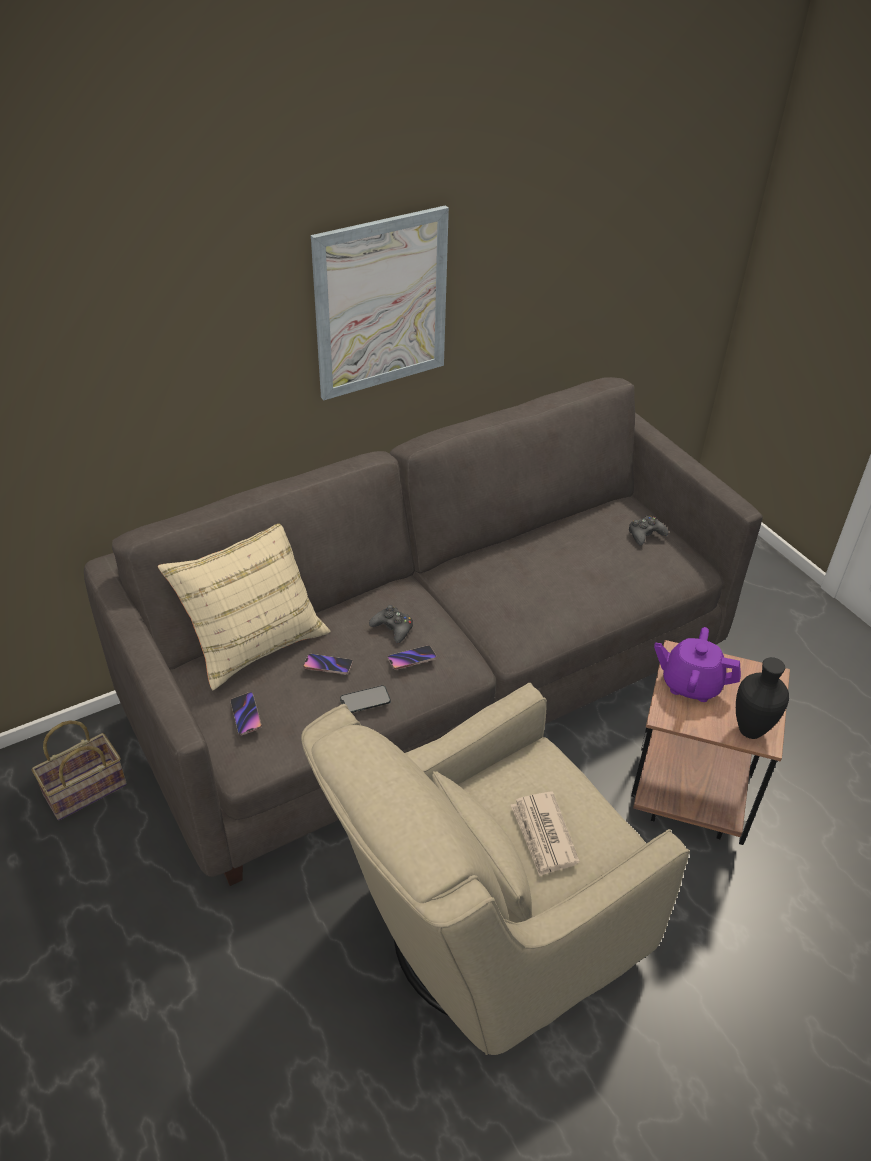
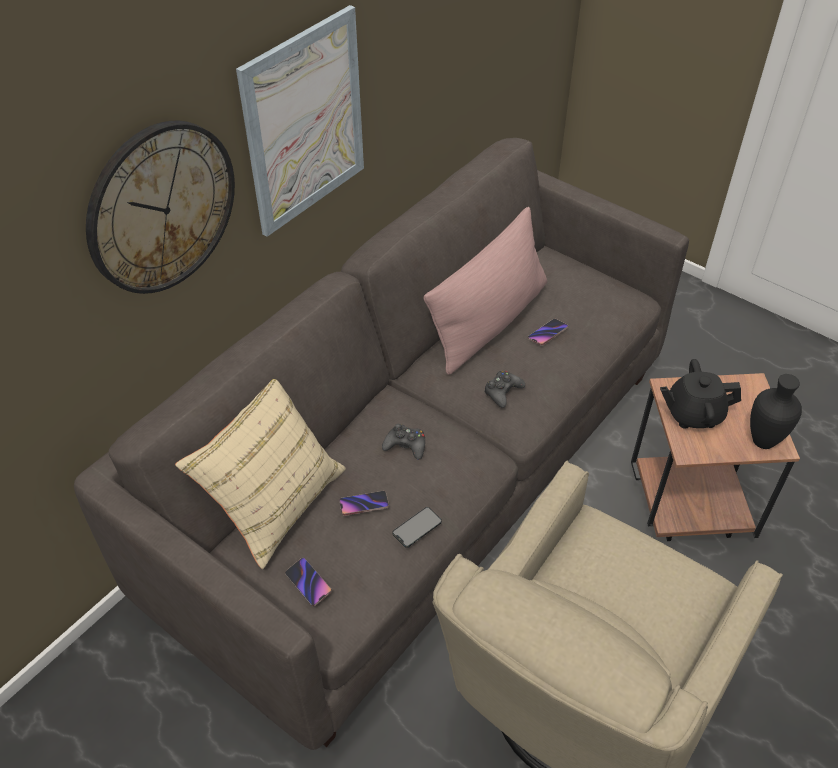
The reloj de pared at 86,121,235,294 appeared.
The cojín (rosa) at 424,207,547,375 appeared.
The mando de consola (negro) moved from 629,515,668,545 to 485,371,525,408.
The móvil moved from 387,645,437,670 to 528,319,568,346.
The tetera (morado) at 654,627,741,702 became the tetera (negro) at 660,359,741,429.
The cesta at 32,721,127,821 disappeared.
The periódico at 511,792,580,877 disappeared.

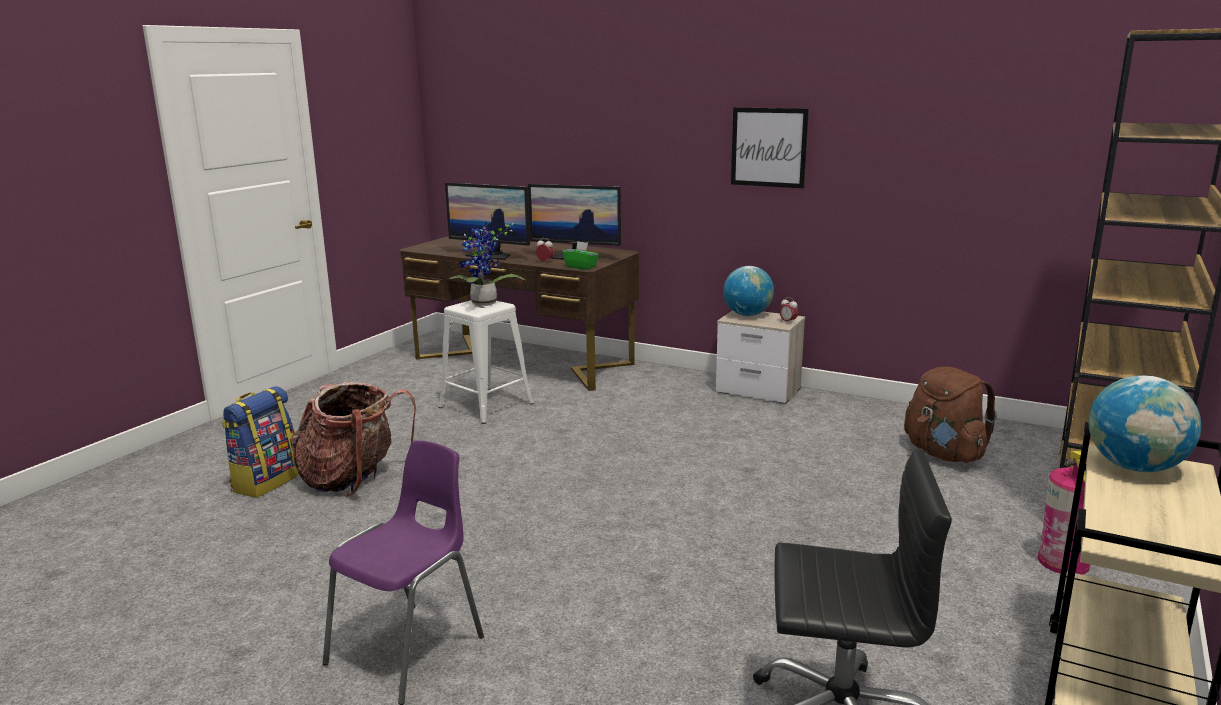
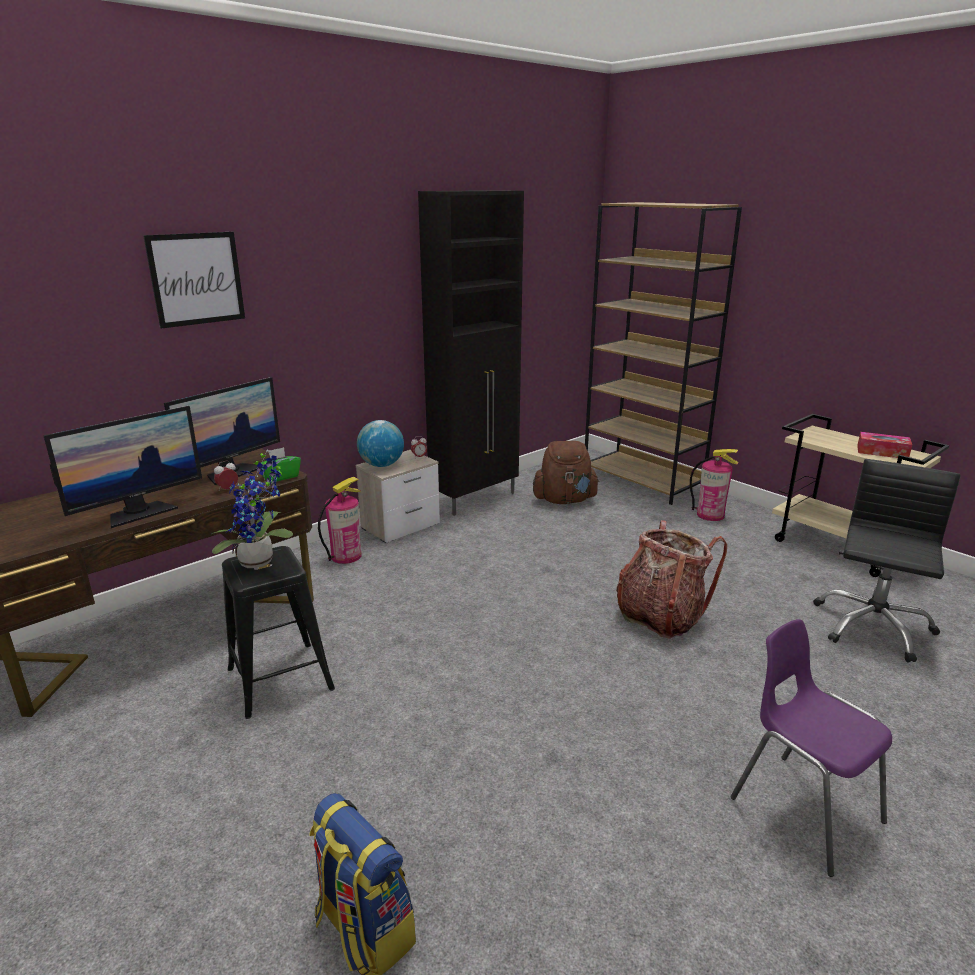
The cuadro moved from 731,107,809,189 to 143,232,245,329.
The taburete (blanco) at 438,300,534,424 became the taburete (negro) at 222,546,335,719.
The extintor at 318,477,362,564 appeared.
The armario (negro) at 418,190,524,516 appeared.
The mochila moved from 290,381,416,497 to 616,520,727,639.
The caja de pañuelos at 857,432,912,458 appeared.
The globo terráqueo at 1088,375,1201,472 disappeared.

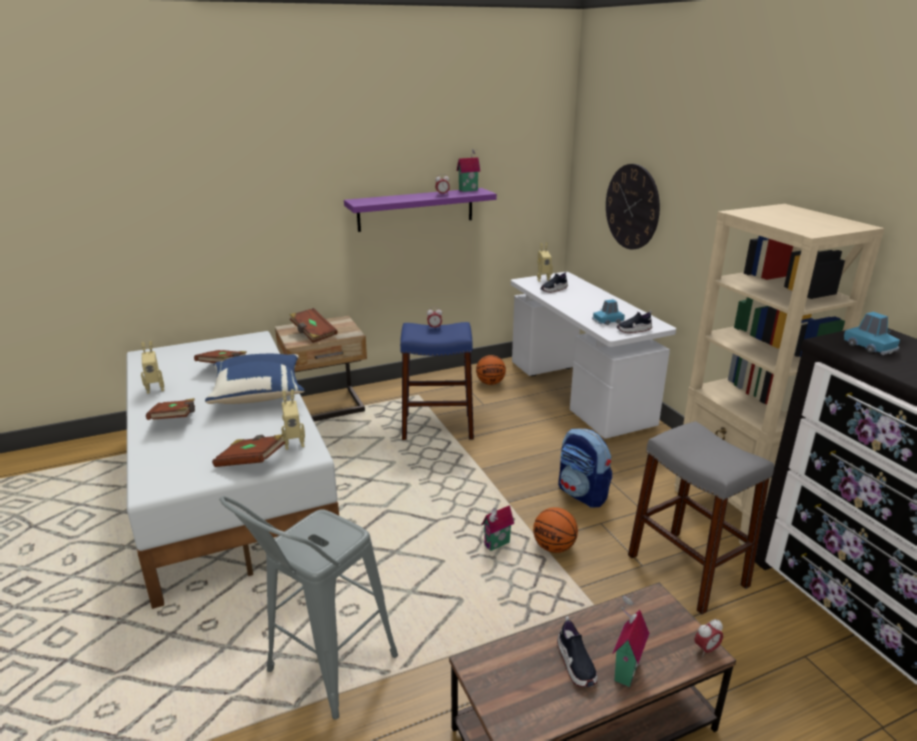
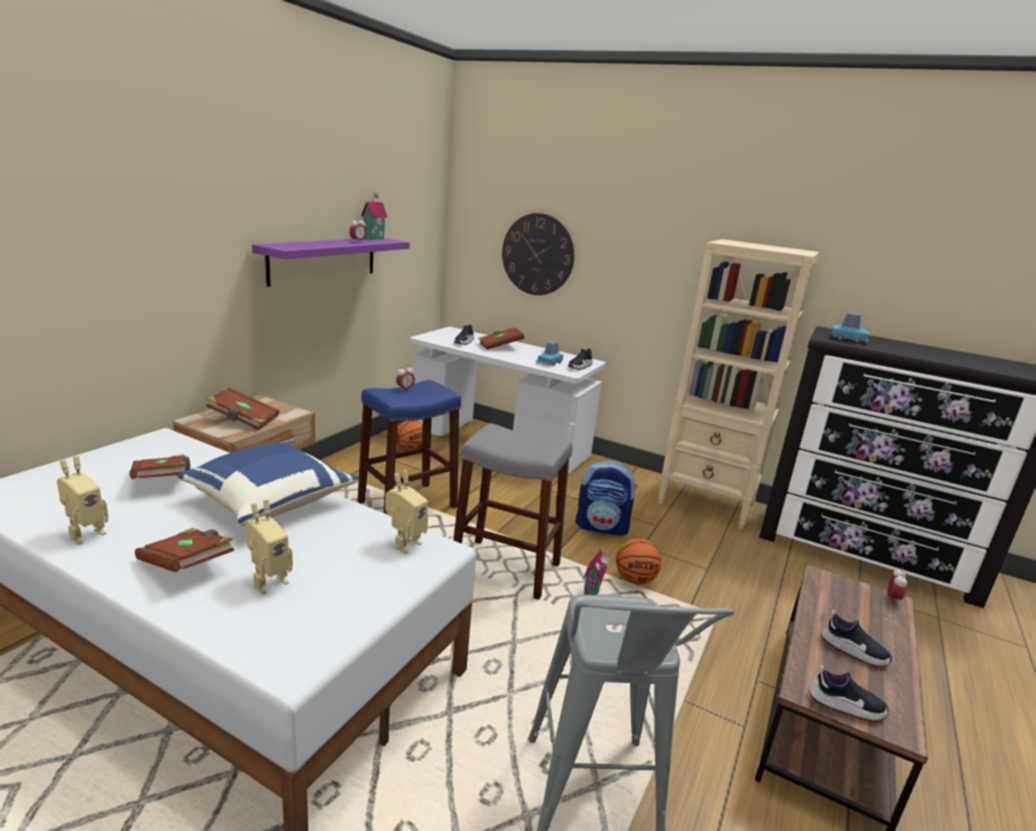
The robot de juguete moved from 537,243,553,282 to 245,499,293,595.
The taburete (gris) moved from 628,421,774,615 to 453,423,573,600.
The libro (marrón) moved from 212,434,285,467 to 478,327,524,350.
The zapato at 808,666,889,722 appeared.
The casita at 612,595,649,687 disappeared.

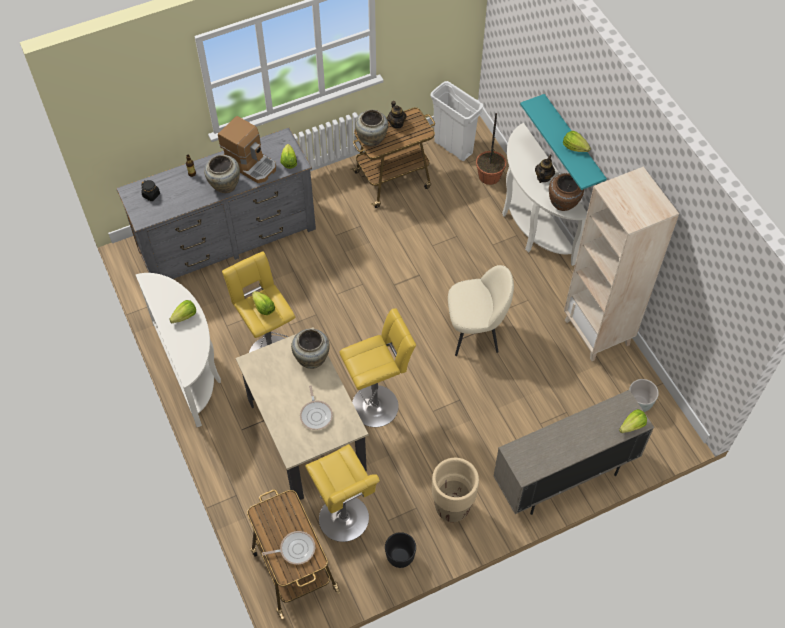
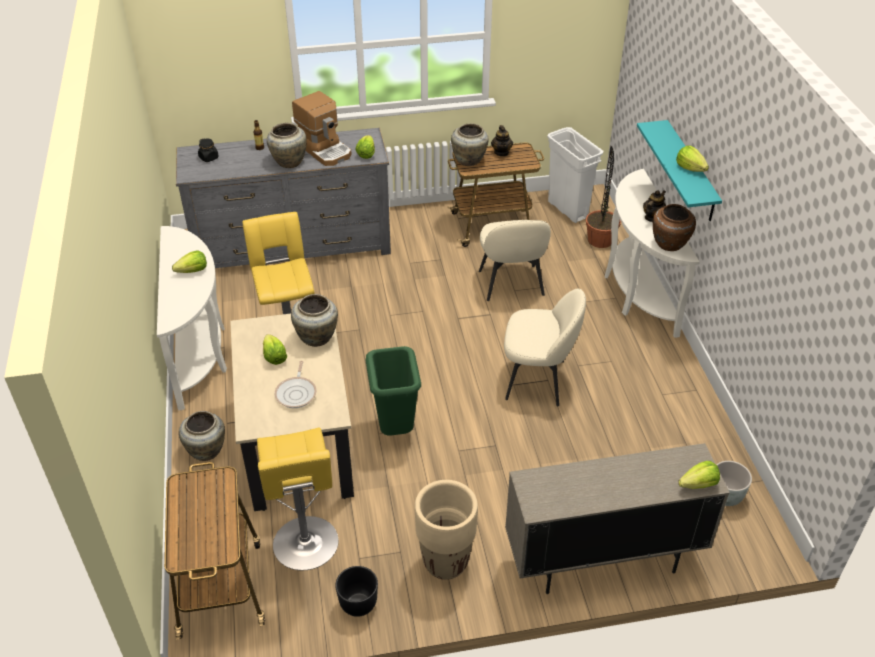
The florero (beis) at 179,411,225,461 appeared.
The lechuga moved from 252,291,275,315 to 263,334,287,365.
The taburete (amarillo) at 339,308,416,427 was replaced by the papelera (verde) at 366,346,421,435.
The silla (beis) at 479,220,551,301 appeared.
The sartén at 262,531,315,565 disappeared.
The estantería (beis) at 564,167,679,361 disappeared.

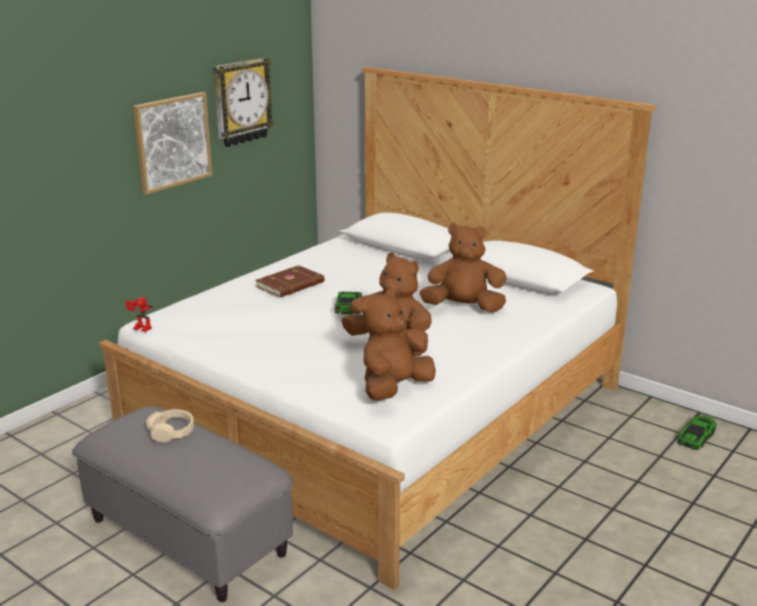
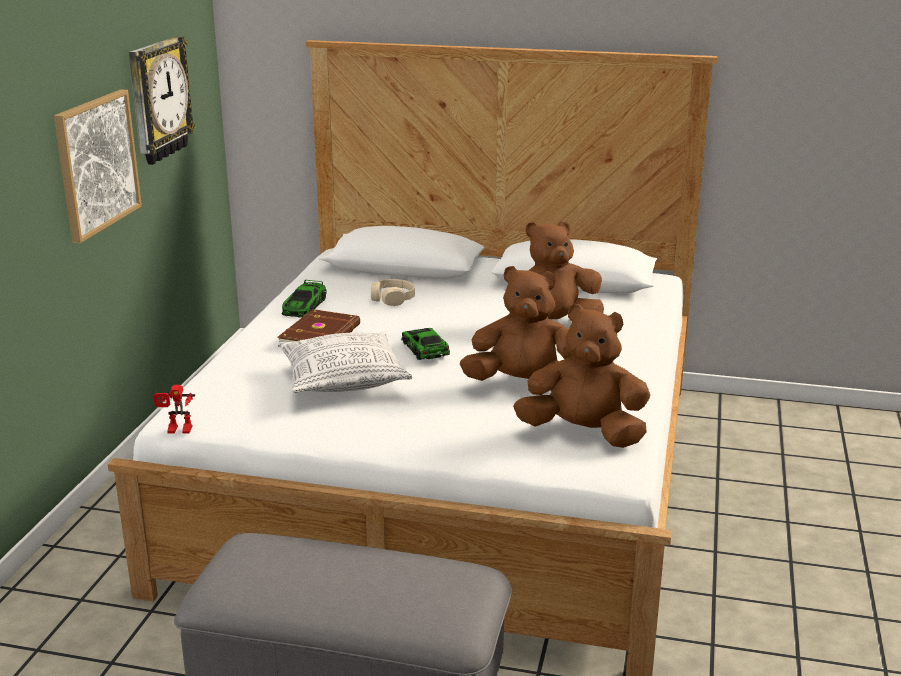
The cojín at 279,332,412,393 appeared.
The coche de juguete moved from 677,414,716,450 to 282,280,326,318.
The auriculares (beis) moved from 146,409,194,442 to 371,279,415,306.
The peluche (marrón) at 361,290,436,401 turned 90 degrees clockwise.

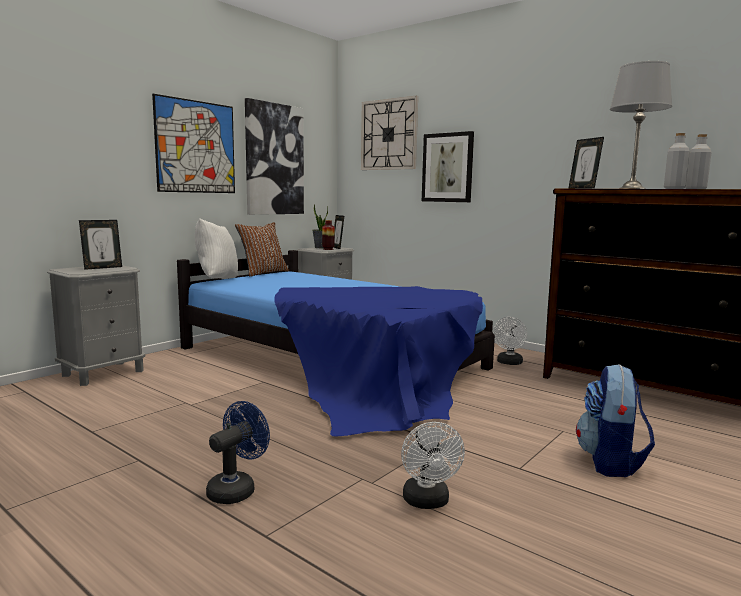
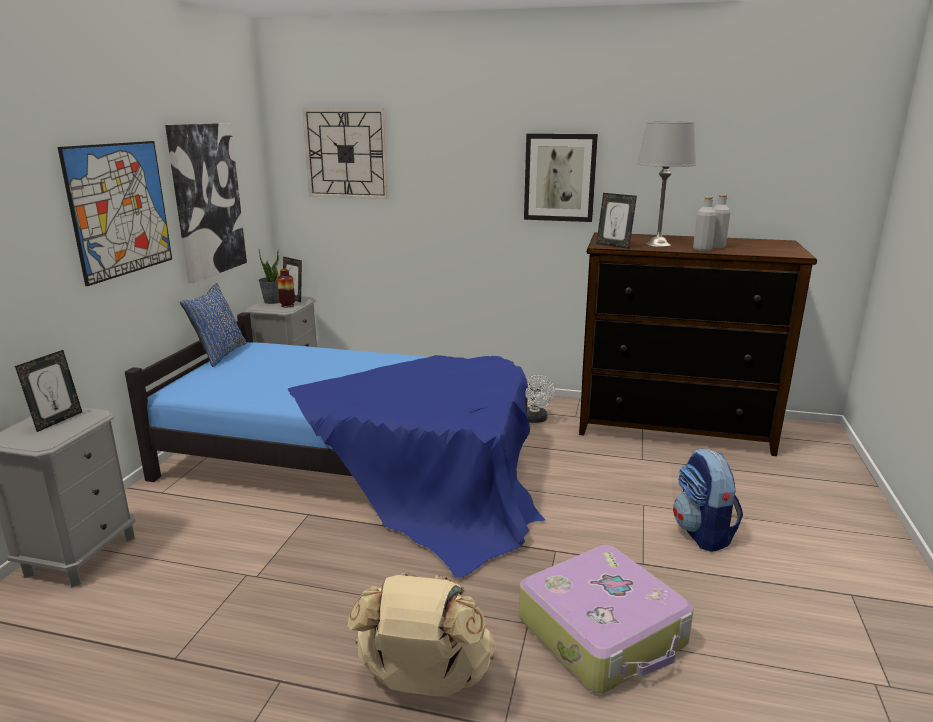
The cojín (marrón) at 235,222,289,277 became the cojín (azul) at 180,283,247,367.
The ventilador (azul) at 206,401,270,504 was replaced by the mochila (beis) at 348,572,496,697.
The ventilador (blanco) at 401,422,465,509 was replaced by the maleta at 519,545,694,693.
The cuadro moved from 422,131,474,202 to 524,133,598,222.
The cojín (blanco) at 195,218,238,279 disappeared.

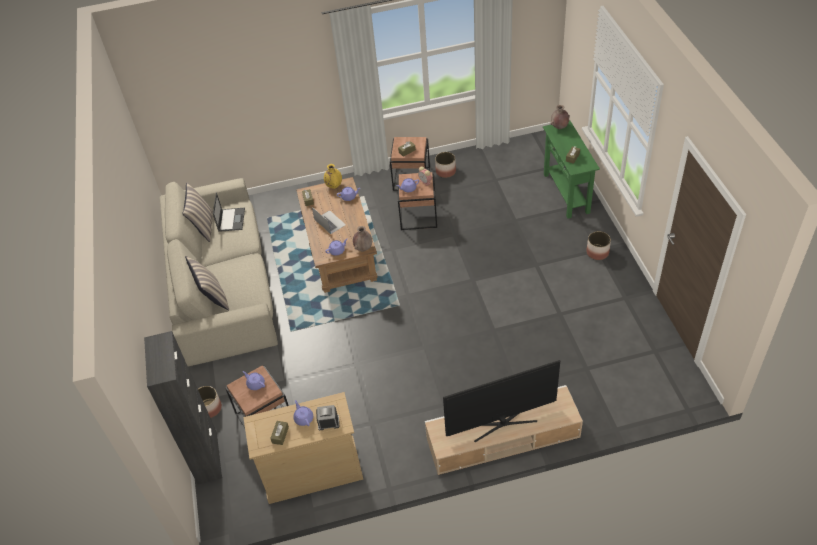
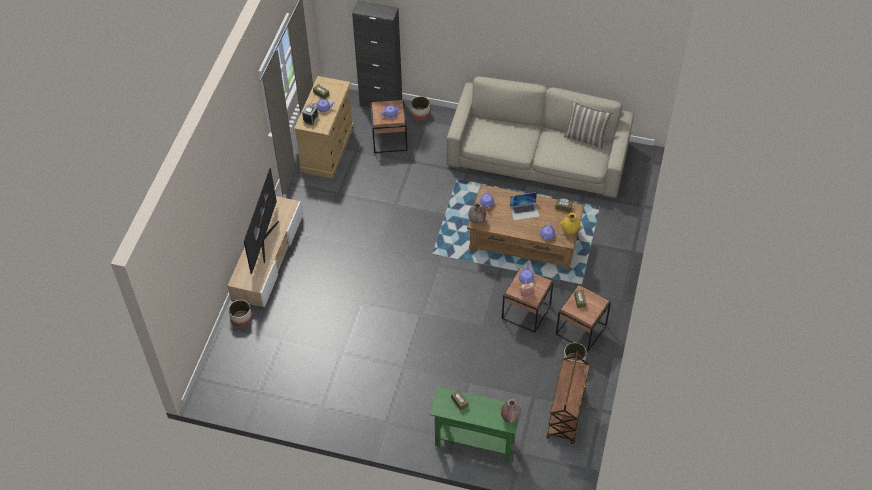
The maceta moved from 586,231,611,260 to 228,300,253,328.
The carrito (marrón) at 547,351,590,444 appeared.
The cojín at 185,256,229,310 disappeared.
The portátil at 213,192,245,232 disappeared.

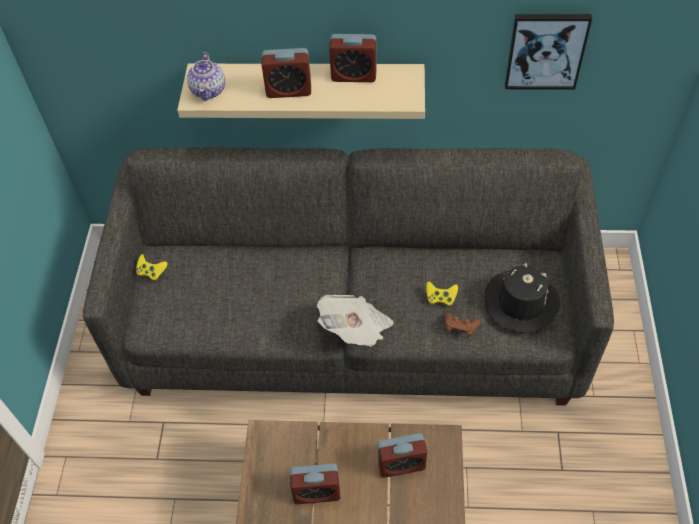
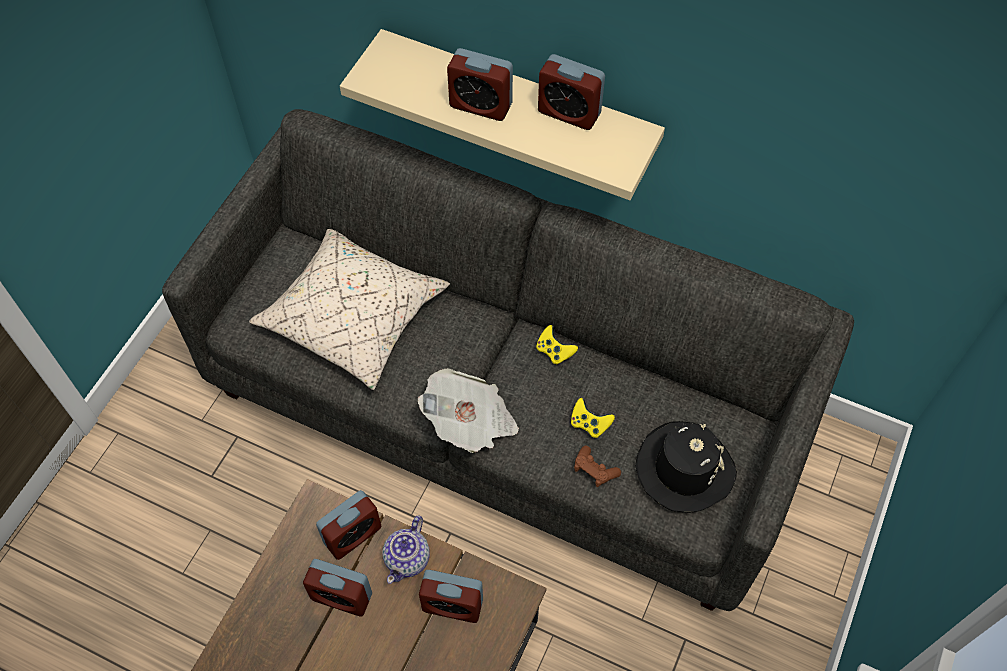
The cojín (beis) at 249,229,450,390 appeared.
The despertador at 316,490,382,560 appeared.
The tetera moved from 187,52,225,101 to 383,515,430,584.
The mando de consola (amarillo) moved from 136,254,167,280 to 536,325,578,364.
The cuadro at 505,14,592,90 disappeared.

